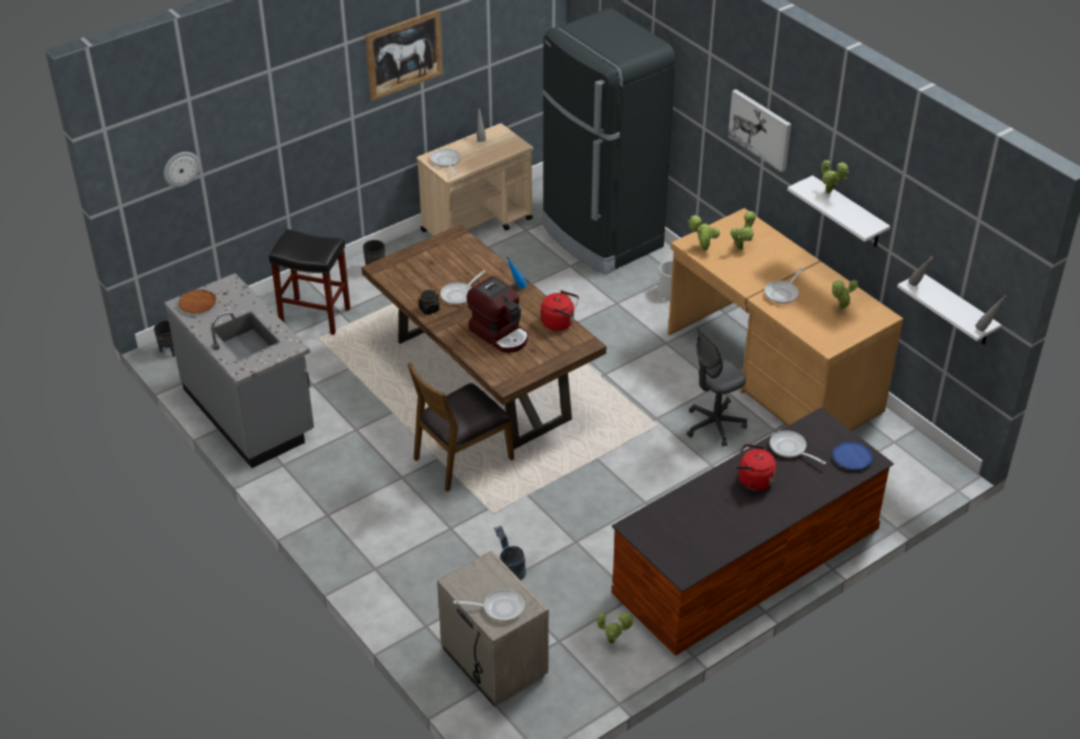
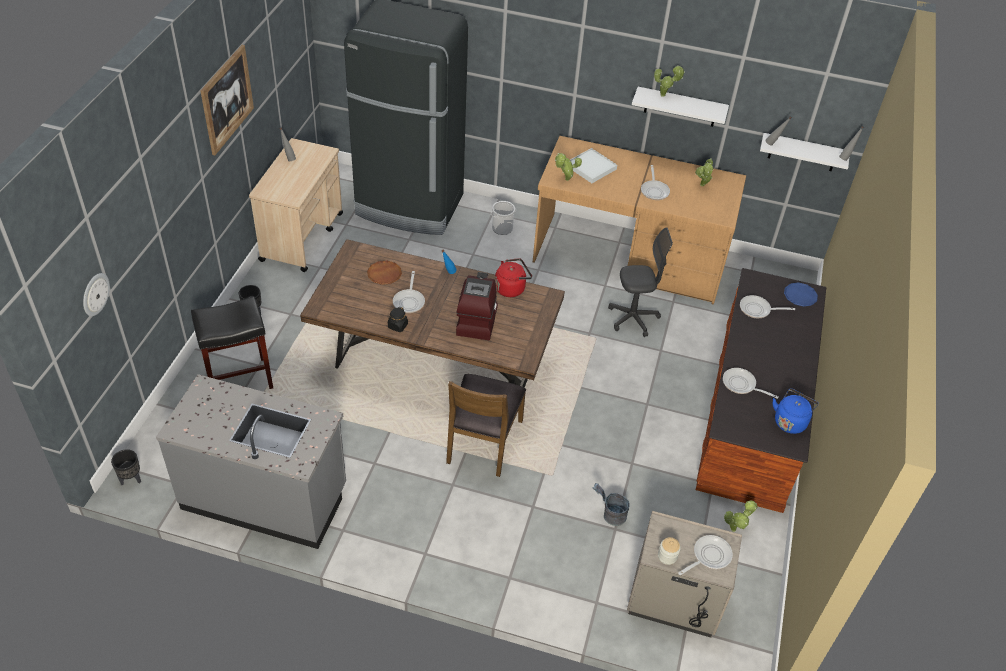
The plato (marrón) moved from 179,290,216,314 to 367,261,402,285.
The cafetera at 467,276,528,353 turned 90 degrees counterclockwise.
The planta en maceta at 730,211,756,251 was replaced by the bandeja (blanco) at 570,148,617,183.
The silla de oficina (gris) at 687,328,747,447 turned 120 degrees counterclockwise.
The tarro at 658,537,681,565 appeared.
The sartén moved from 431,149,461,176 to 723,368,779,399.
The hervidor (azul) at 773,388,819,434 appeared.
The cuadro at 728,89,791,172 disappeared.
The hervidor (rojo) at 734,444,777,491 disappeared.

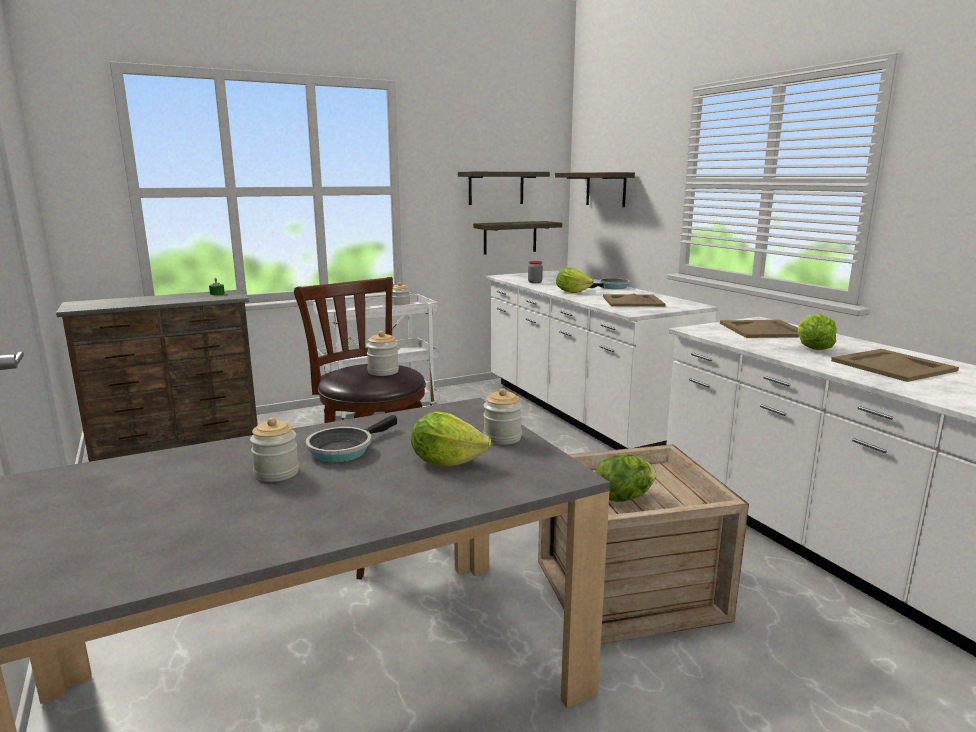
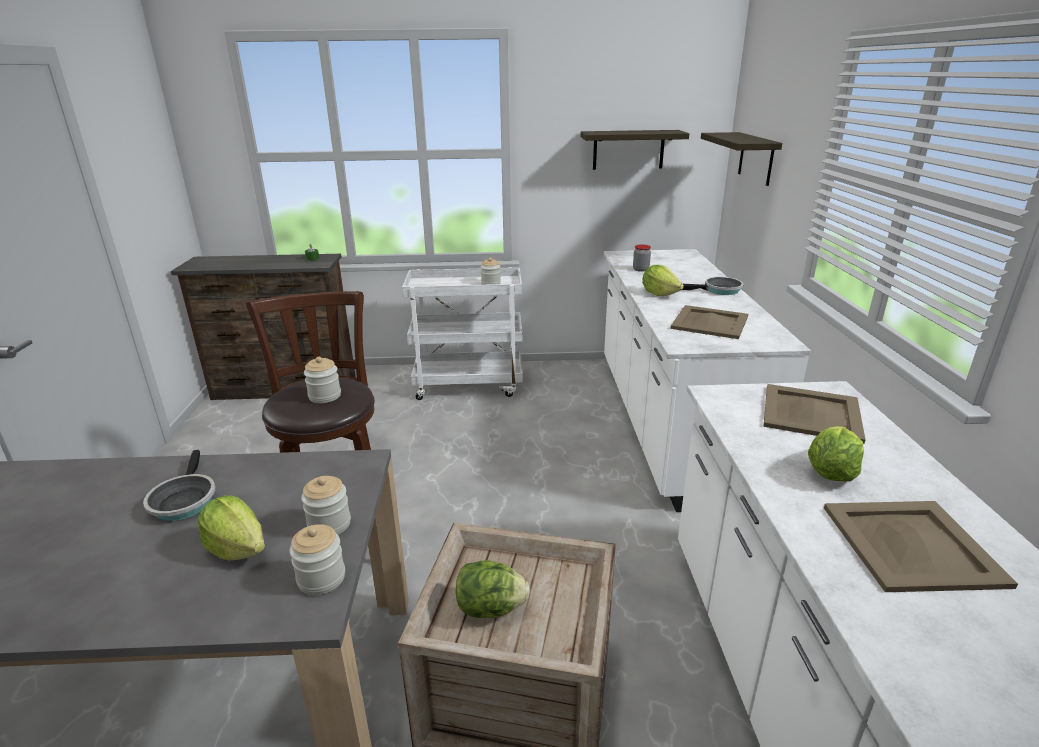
The sartén at 306,415,397,463 turned 75 degrees counterclockwise.
The tarro moved from 250,417,299,482 to 289,524,345,595.
The estante at 473,221,562,255 disappeared.

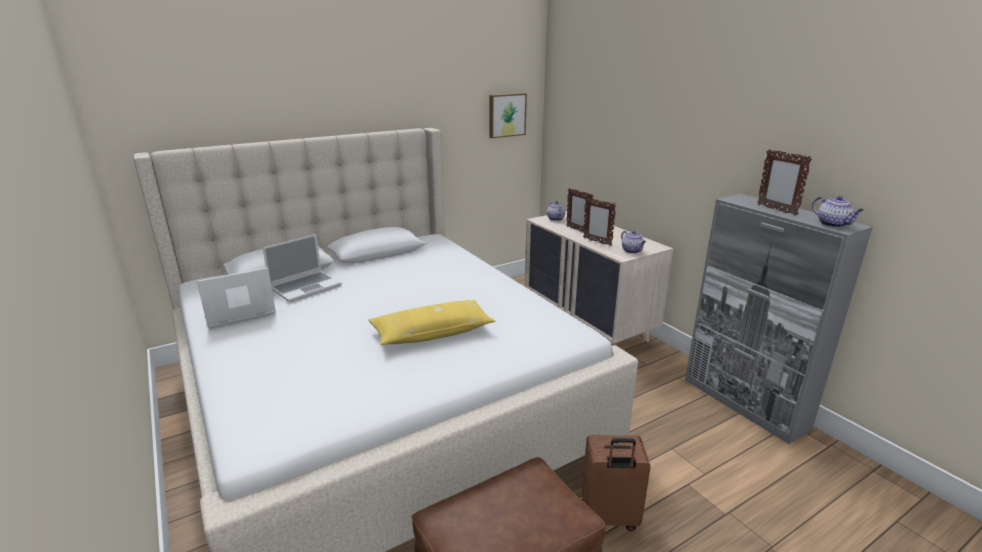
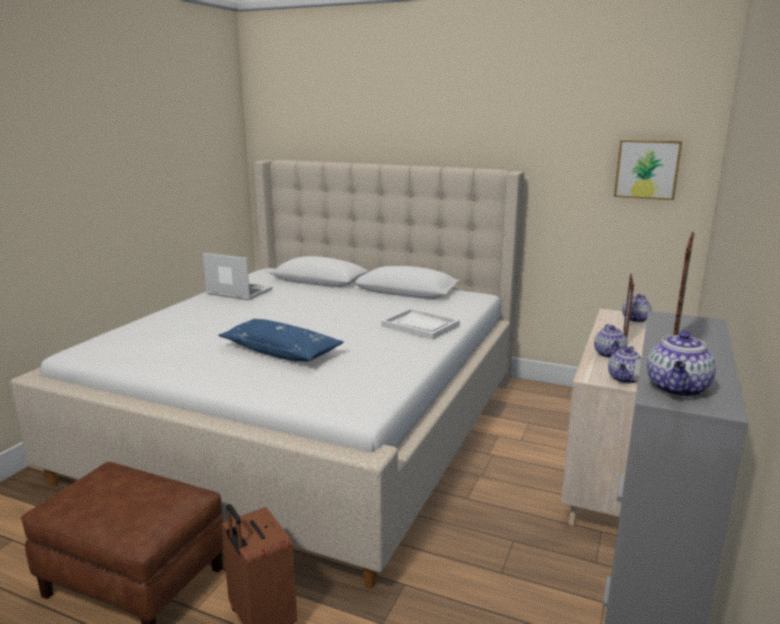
The cojín (amarillo) at 369,300,495,345 became the cojín (azul) at 218,319,344,362.
The bandeja (blanco) at 381,308,460,340 appeared.
The portarretratos at 583,198,616,246 was replaced by the tetera at 594,324,628,358.
The portátil at 262,234,341,302 disappeared.

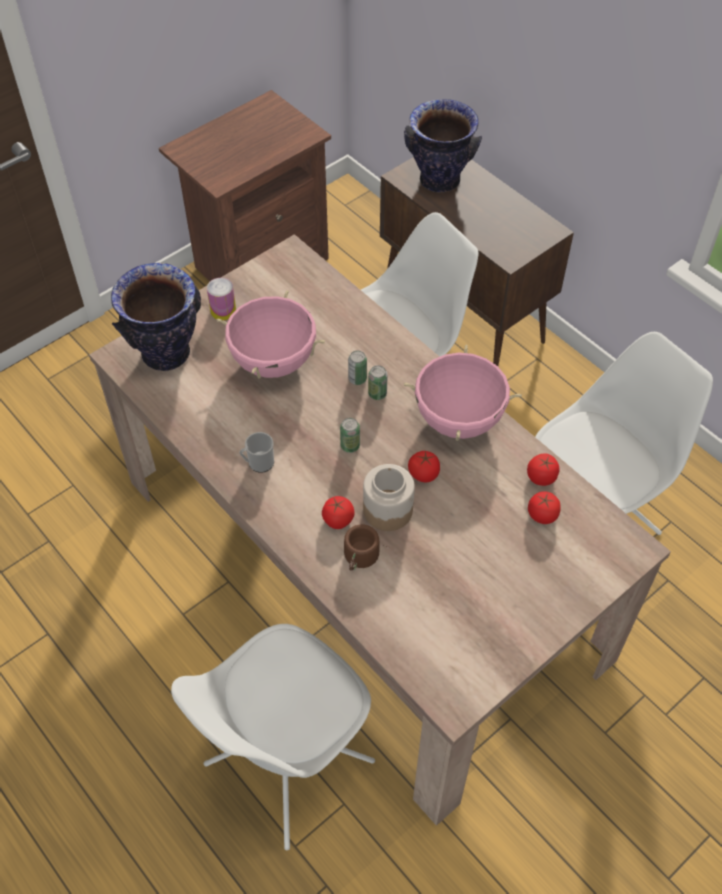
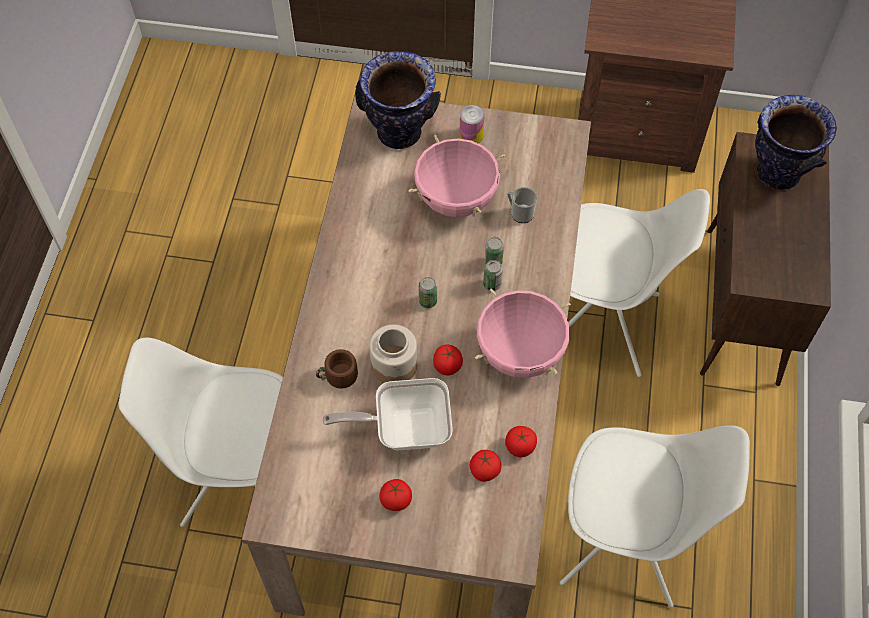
The sartén at 323,378,453,450 appeared.
The tomate moved from 322,496,355,529 to 380,479,412,511.
The taza grande moved from 240,432,274,473 to 507,187,537,223.

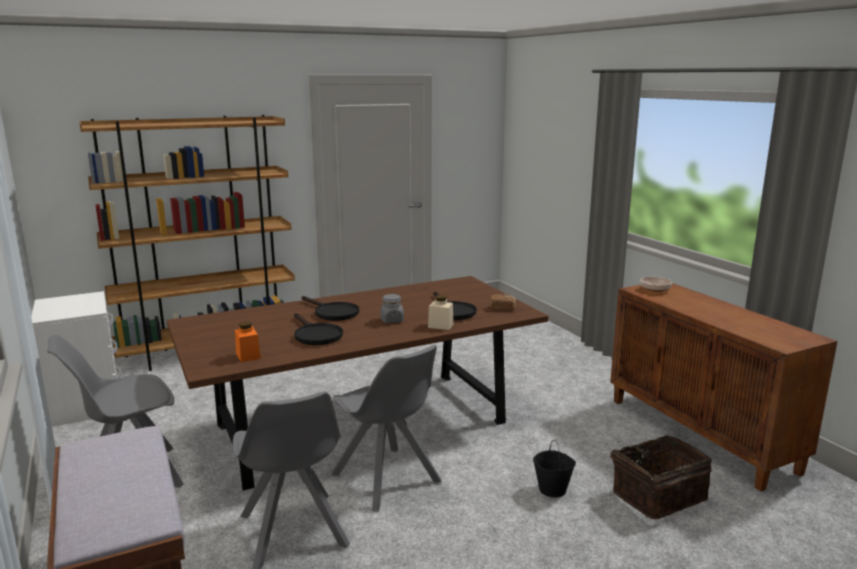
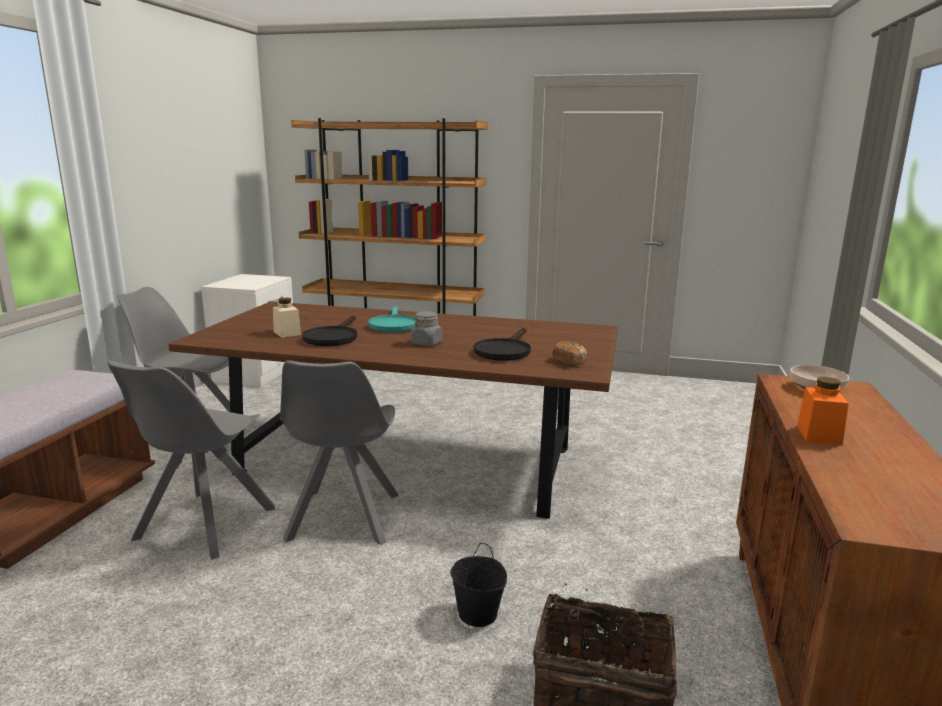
The tarro (beis) moved from 428,295,454,330 to 273,298,301,338.
The sartén (negro) at 302,296,359,321 became the sartén (turquesa) at 368,305,415,333.
The tarro (naranja) moved from 235,321,261,362 to 797,377,849,445.

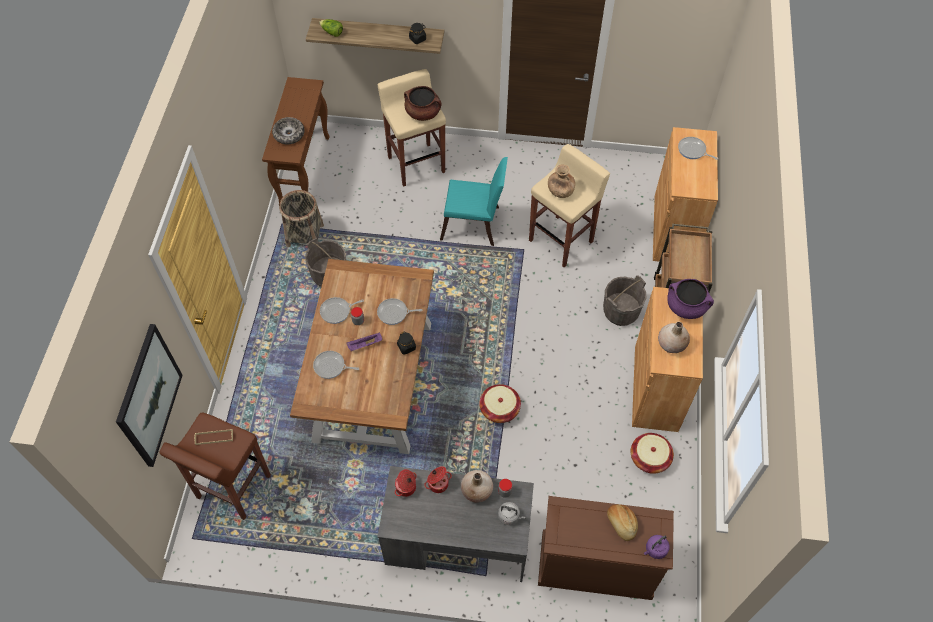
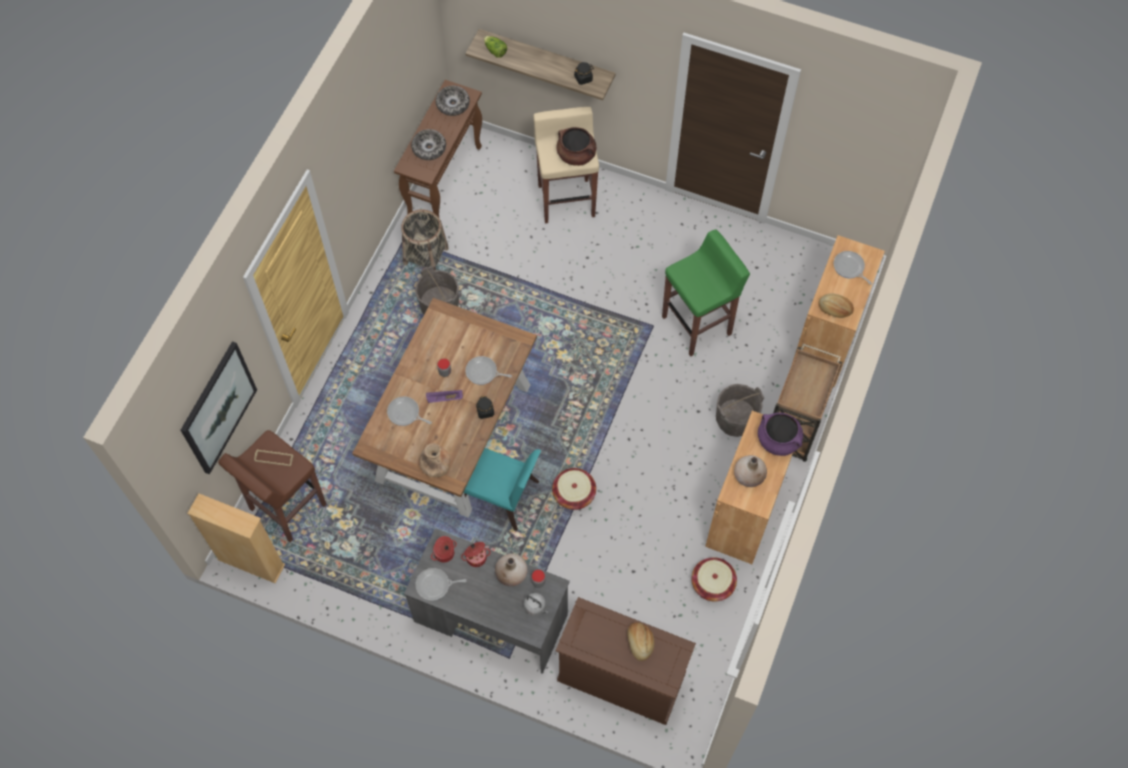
The estantería (beis) at 187,493,285,583 appeared.
The sartén moved from 320,297,364,324 to 415,568,467,601.
The florero (marrón) moved from 548,165,575,198 to 419,443,450,477.
The cuenco at 436,86,470,116 appeared.
The silla (turquesa) moved from 440,157,508,246 to 463,448,541,531.
The taburete (beis) at 529,144,610,268 became the taburete (verde) at 662,230,750,357.
The pan at 818,293,854,318 appeared.
The hervidor (morado) at 644,535,670,559 disappeared.

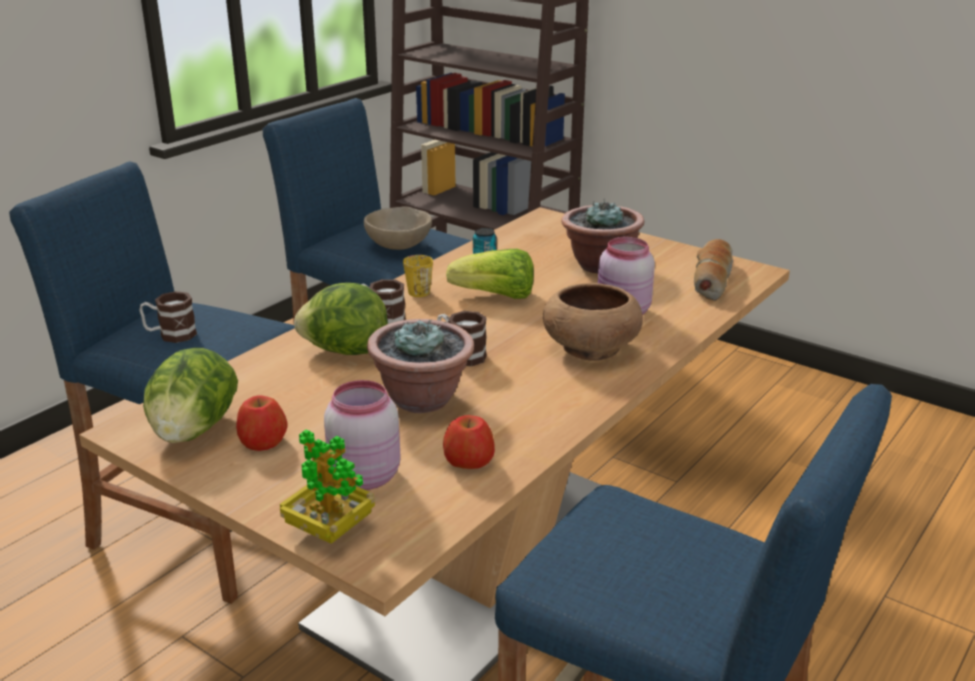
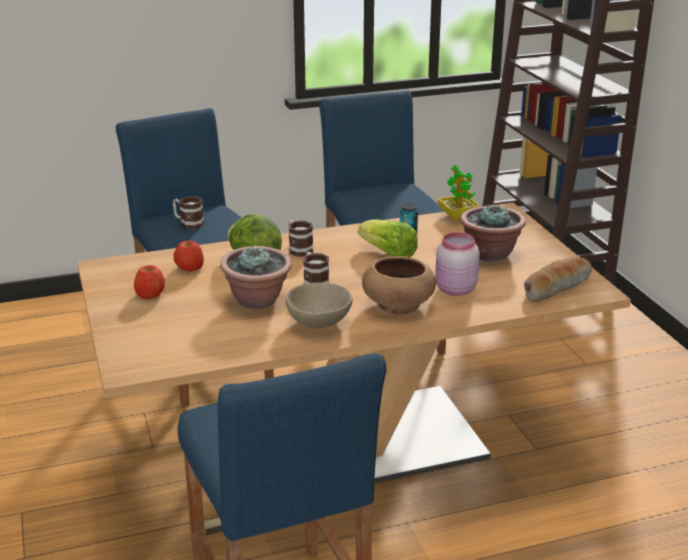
The manzana moved from 443,415,495,469 to 173,241,204,271.
The cuenco (beis) moved from 364,206,432,250 to 286,282,353,328.
The planta en maceta moved from 280,430,375,544 to 438,164,480,221.
The lechuga at 143,348,238,443 disappeared.
The tarro (rosa) at 324,380,401,490 disappeared.
The taza grande (amarillo) at 403,255,433,297 disappeared.

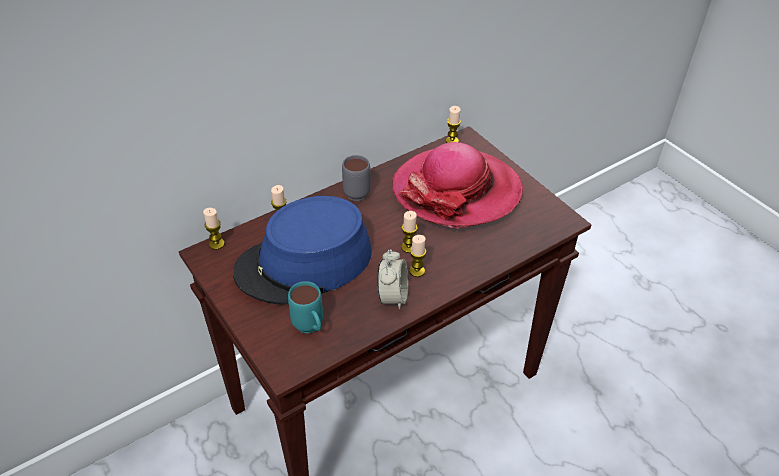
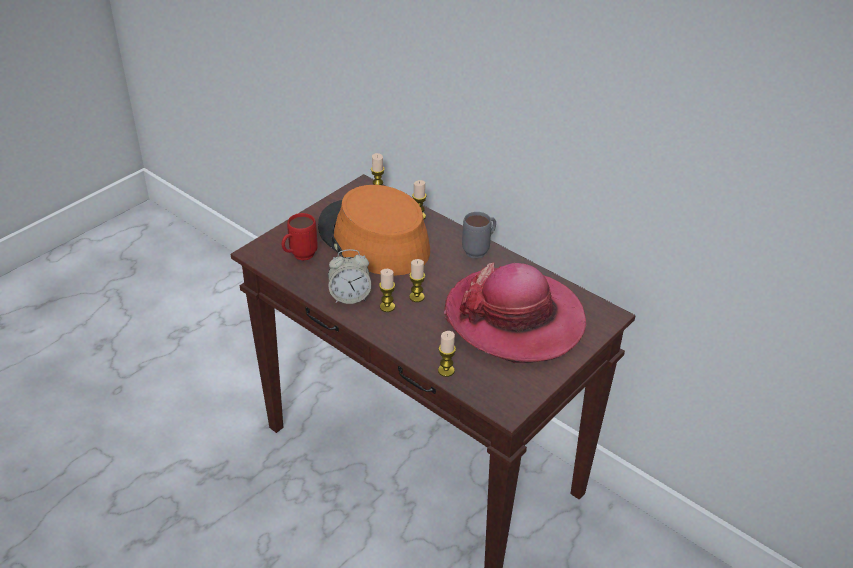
The taza grande (turquesa) at 288,281,323,333 became the taza grande (rojo) at 282,213,318,261.
The sombrero (azul) at 233,196,372,304 became the sombrero (naranja) at 318,185,430,276.
The vela moved from 446,106,461,143 to 438,331,456,377.

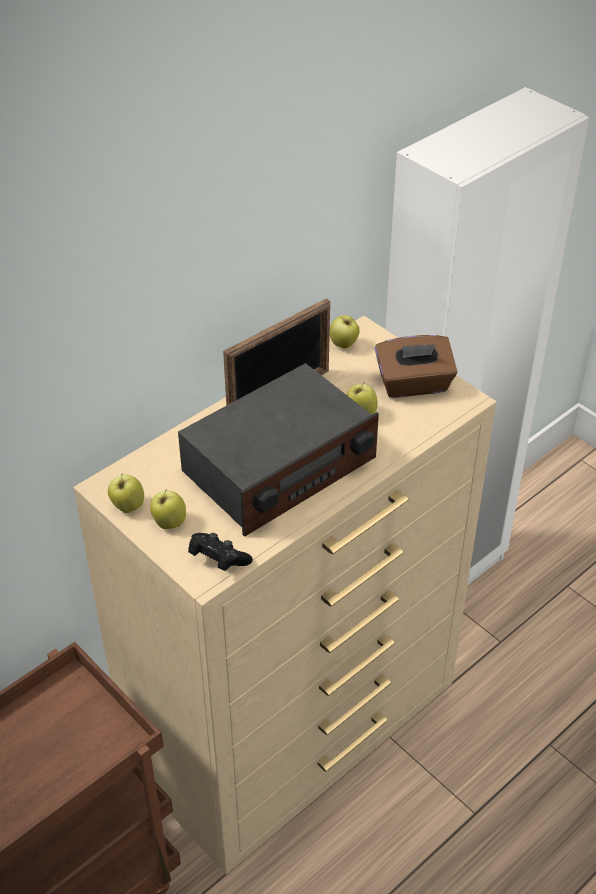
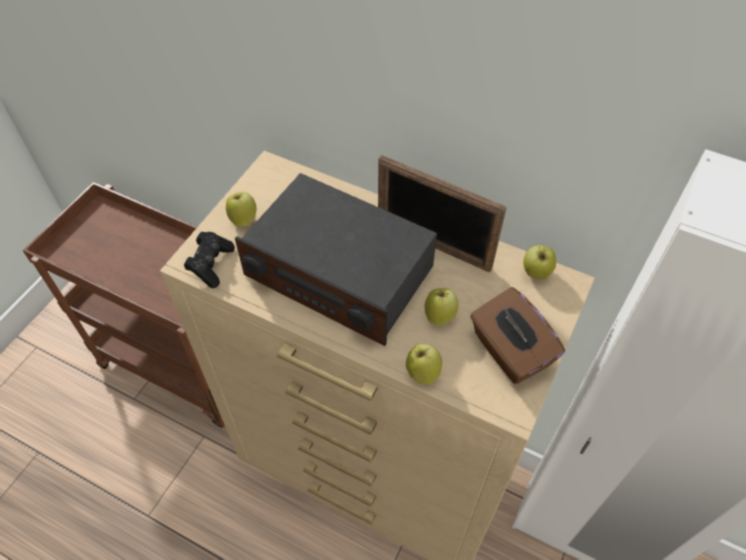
The manzana moved from 108,473,144,513 to 406,344,442,384.

